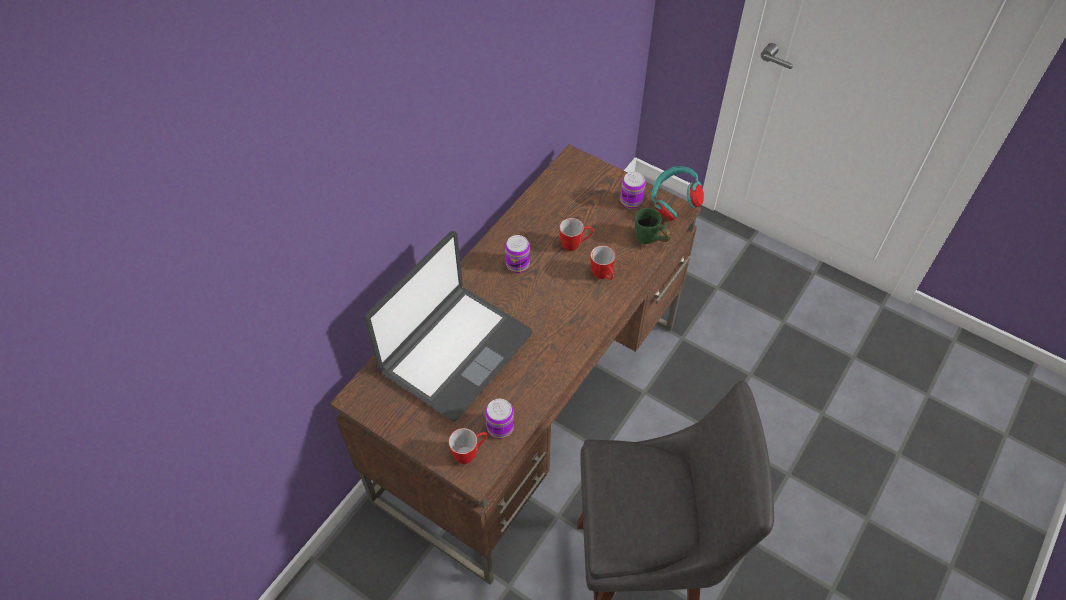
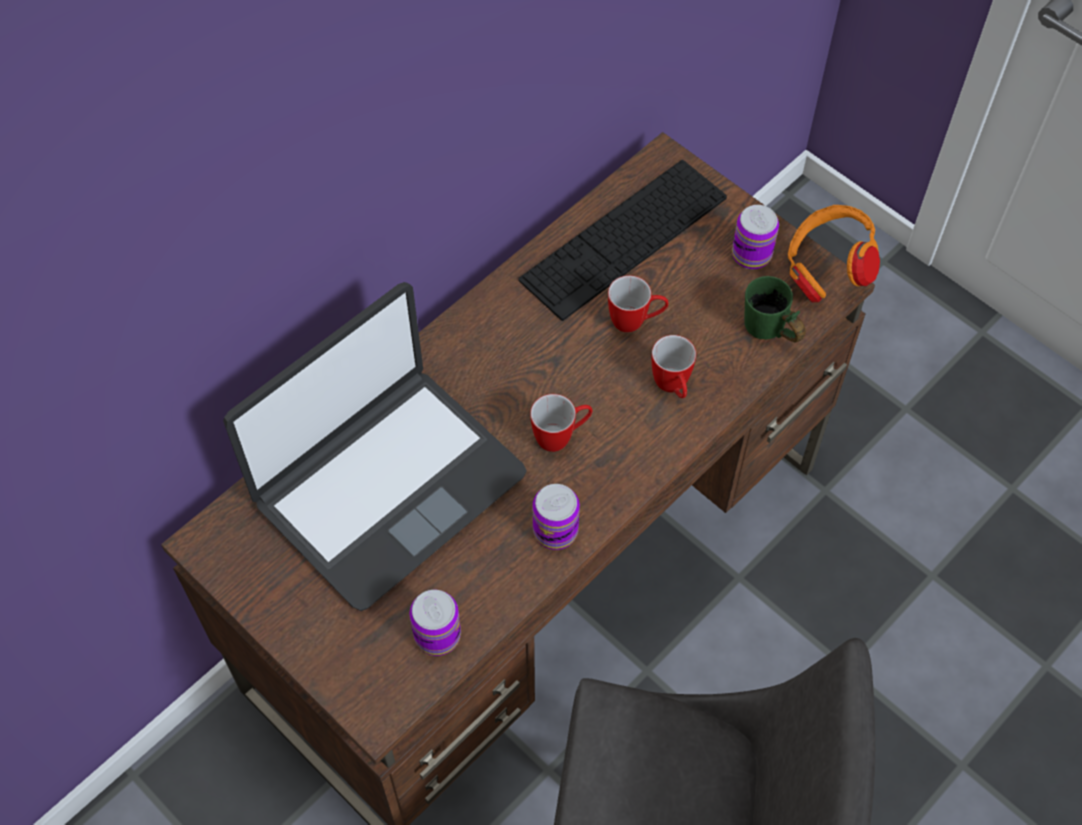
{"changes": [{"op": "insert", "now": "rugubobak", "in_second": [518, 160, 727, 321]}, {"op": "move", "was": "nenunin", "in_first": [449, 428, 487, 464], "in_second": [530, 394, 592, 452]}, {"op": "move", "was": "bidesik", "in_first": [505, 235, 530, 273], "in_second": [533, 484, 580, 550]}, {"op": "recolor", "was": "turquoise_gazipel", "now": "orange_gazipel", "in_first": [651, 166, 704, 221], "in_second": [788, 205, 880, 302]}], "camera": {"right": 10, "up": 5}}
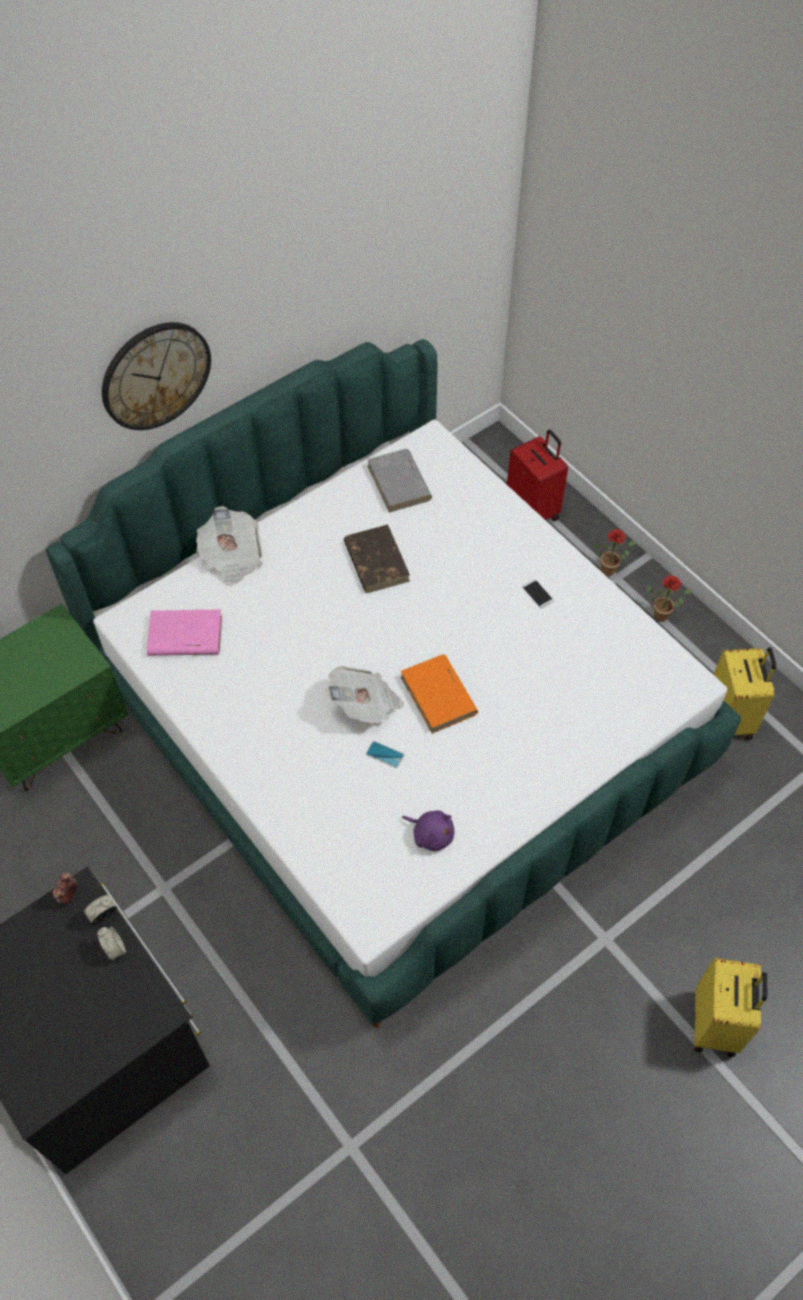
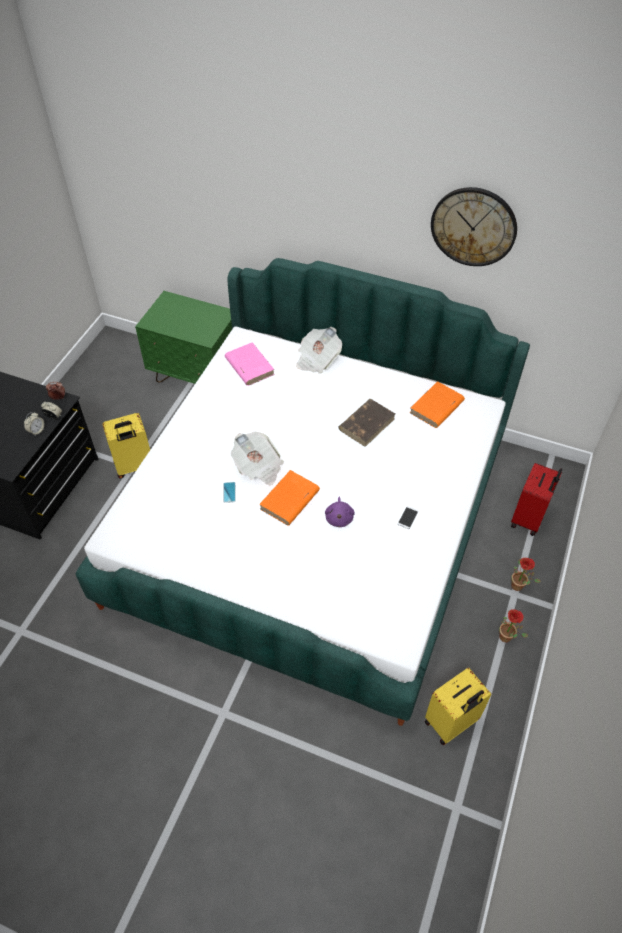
{"changes": [{"op": "move", "was": "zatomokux", "in_first": [102, 322, 211, 430], "in_second": [431, 187, 517, 266]}, {"op": "move", "was": "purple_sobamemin", "in_first": [402, 810, 454, 851], "in_second": [325, 497, 355, 527]}, {"op": "move", "was": "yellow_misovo", "in_first": [694, 958, 767, 1057], "in_second": [102, 413, 150, 478]}, {"op": "recolor", "was": "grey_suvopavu", "now": "orange_suvopavu", "in_first": [367, 449, 432, 513], "in_second": [410, 381, 465, 428]}], "camera": {"right": 60, "up": -5}}
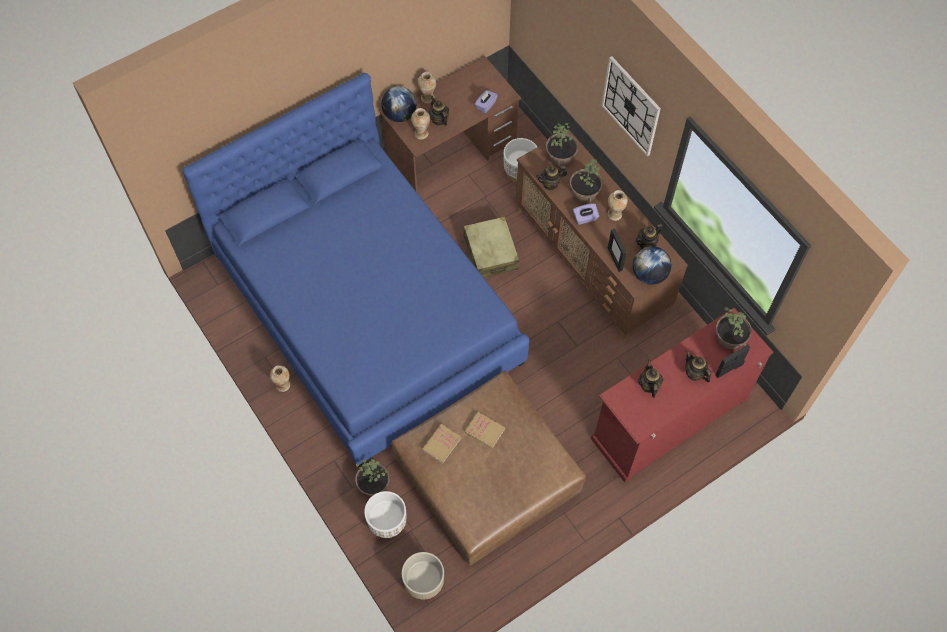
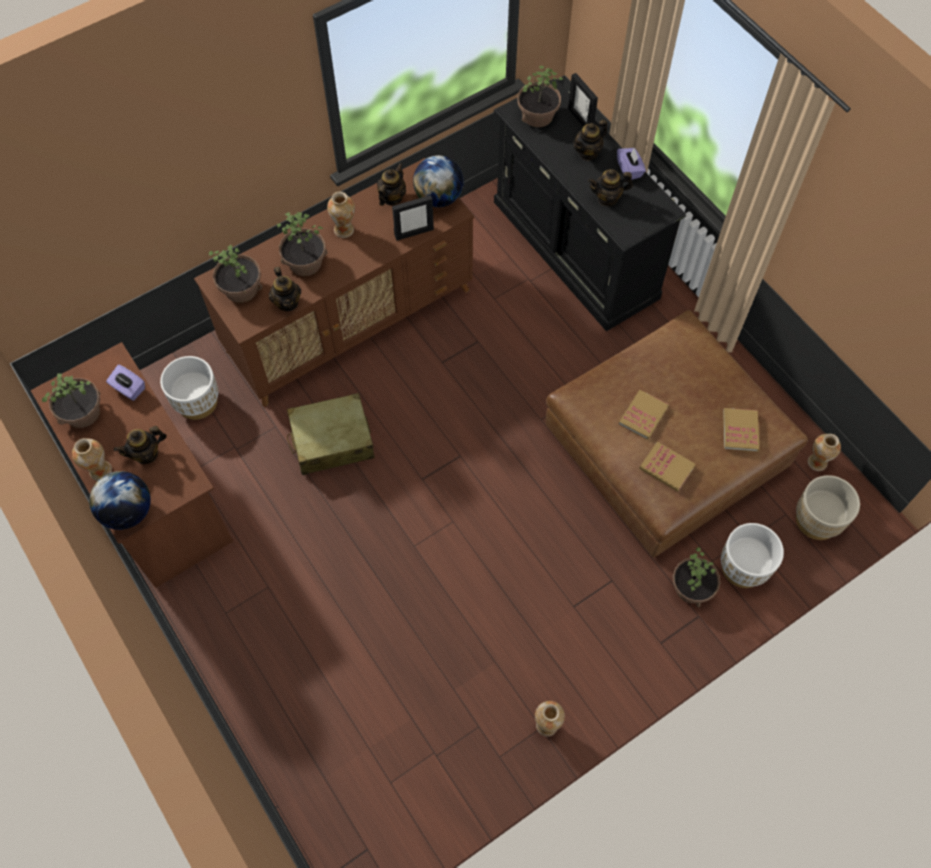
{"changes": [{"op": "delete", "was": "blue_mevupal", "in_first": [182, 73, 529, 467]}, {"op": "delete", "was": "zatomokux", "in_first": [601, 56, 661, 156]}, {"op": "insert", "now": "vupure", "in_second": [42, 373, 100, 428]}, {"op": "insert", "now": "suvopavu", "in_second": [723, 408, 759, 452]}, {"op": "move", "was": "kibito", "in_first": [411, 108, 430, 140], "in_second": [808, 434, 841, 471]}, {"op": "move", "was": "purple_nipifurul", "in_first": [573, 203, 599, 225], "in_second": [617, 148, 646, 180]}, {"op": "recolor", "was": "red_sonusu", "now": "black_sonusu", "in_first": [591, 308, 774, 483], "in_second": [494, 79, 686, 332]}, {"op": "rotate", "was": "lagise", "in_first": [635, 223, 663, 249], "in_second": [377, 163, 406, 206], "clockwise": -120}], "camera": {"right": -90, "up": 0}}
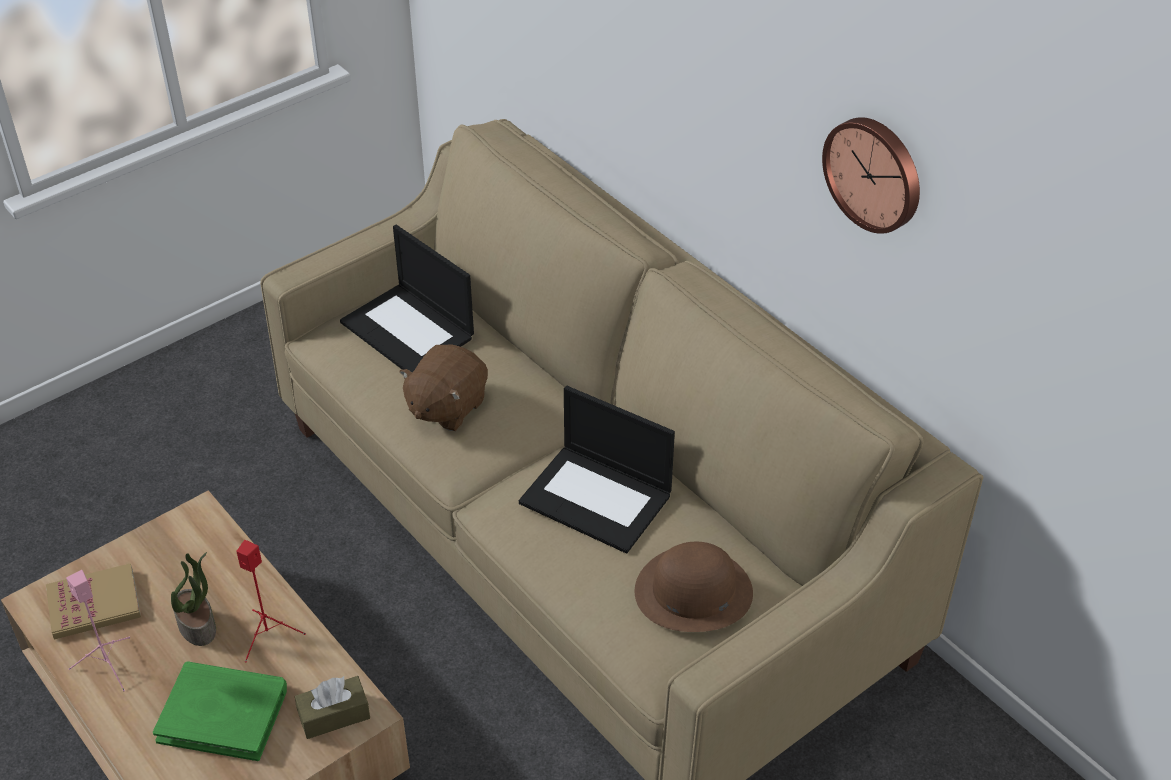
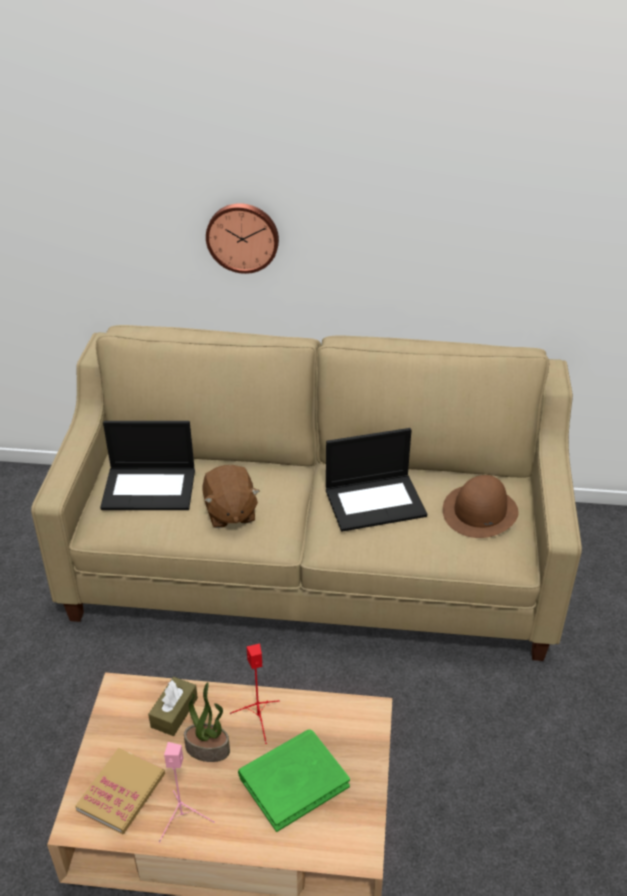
{"changes": [{"op": "move", "was": "brown_nipifurul", "in_first": [295, 676, 370, 739], "in_second": [148, 677, 198, 736]}, {"op": "move", "was": "zatomokux", "in_first": [822, 117, 920, 234], "in_second": [206, 203, 279, 274]}], "camera": {"right": -45, "up": -5}}
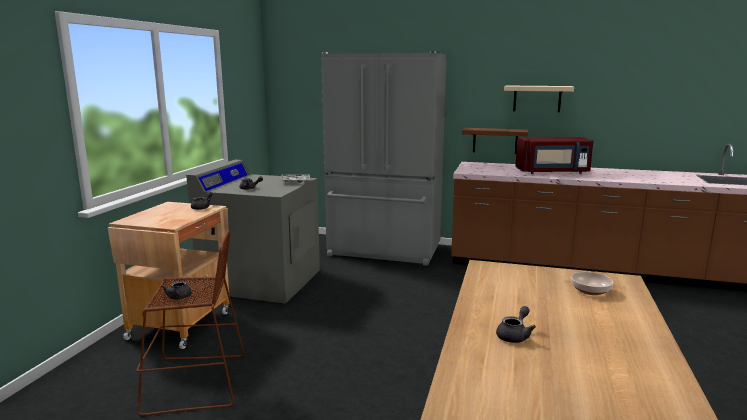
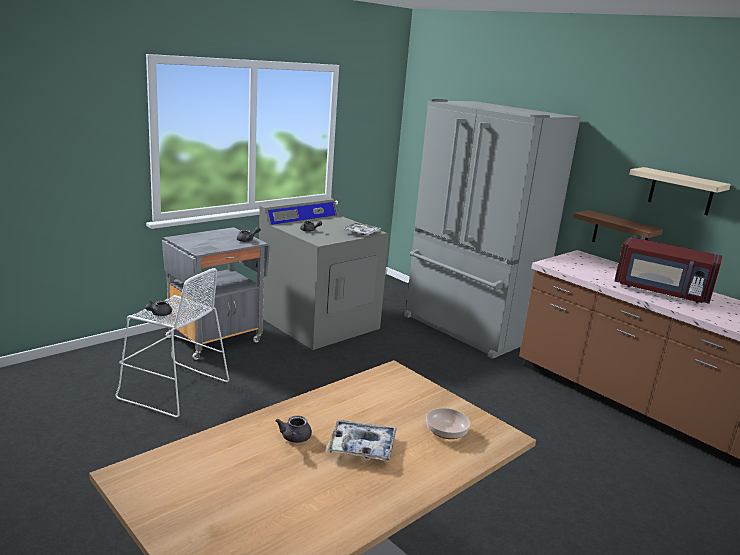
{"changes": [{"op": "insert", "now": "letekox", "in_second": [325, 420, 397, 462]}, {"op": "recolor", "was": "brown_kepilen", "now": "grey_kepilen", "in_first": [108, 202, 230, 349], "in_second": [162, 227, 270, 360]}, {"op": "recolor", "was": "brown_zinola", "now": "white_zinola", "in_first": [137, 230, 244, 416], "in_second": [115, 268, 229, 417]}, {"op": "rotate", "was": "grey_lagise", "in_first": [496, 306, 536, 343], "in_second": [275, 416, 312, 443], "clockwise": 120}], "camera": {"right": 30, "up": 5}}
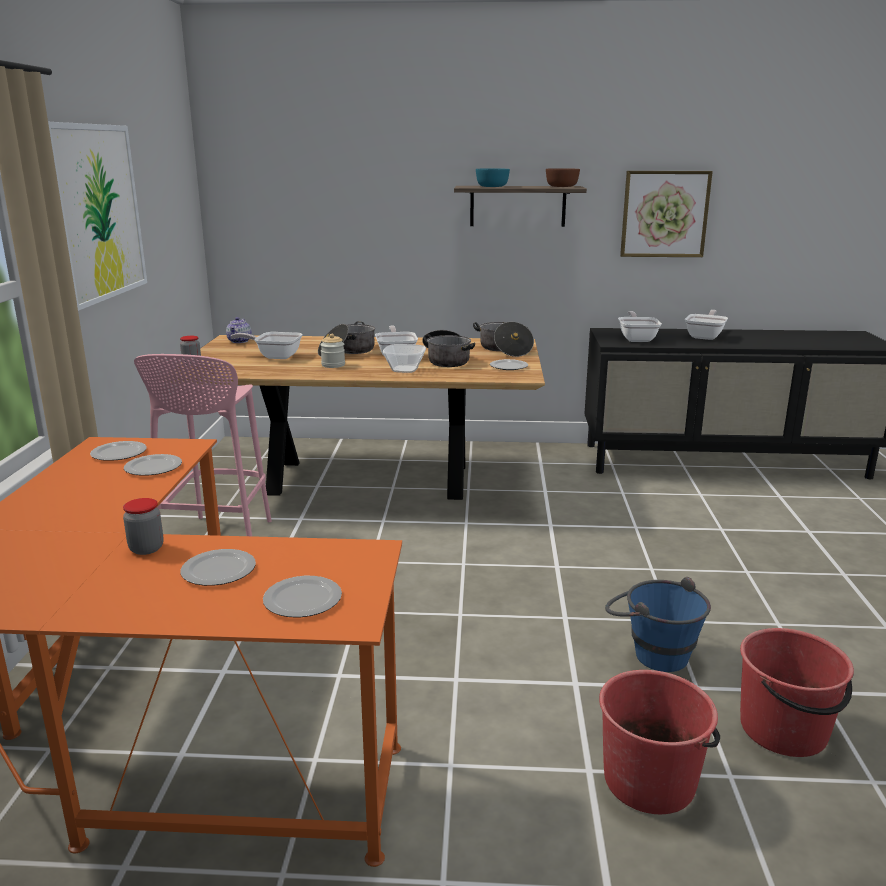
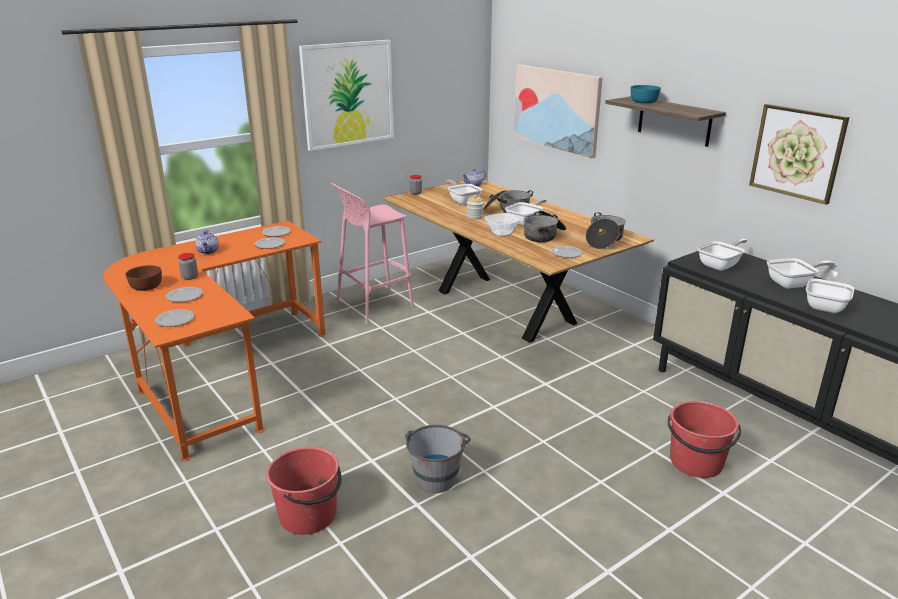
{"changes": [{"op": "insert", "now": "lagise", "in_second": [195, 230, 219, 254]}, {"op": "insert", "now": "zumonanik", "in_second": [513, 64, 603, 158]}, {"op": "insert", "now": "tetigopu", "in_second": [806, 271, 854, 313]}, {"op": "move", "was": "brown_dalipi", "in_first": [546, 168, 580, 187], "in_second": [126, 265, 162, 291]}, {"op": "move", "was": "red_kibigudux", "in_first": [740, 628, 854, 757], "in_second": [668, 401, 741, 478]}, {"op": "recolor", "was": "blue_kibigudux", "now": "grey_kibigudux", "in_first": [605, 577, 711, 672], "in_second": [405, 425, 471, 493]}], "camera": {"right": 50, "up": 5}}
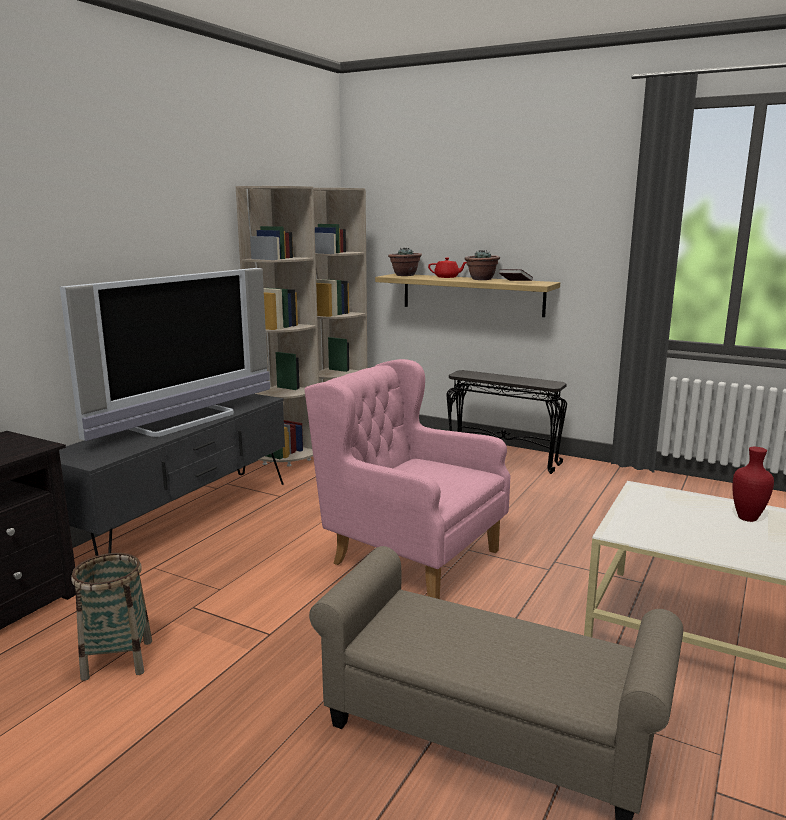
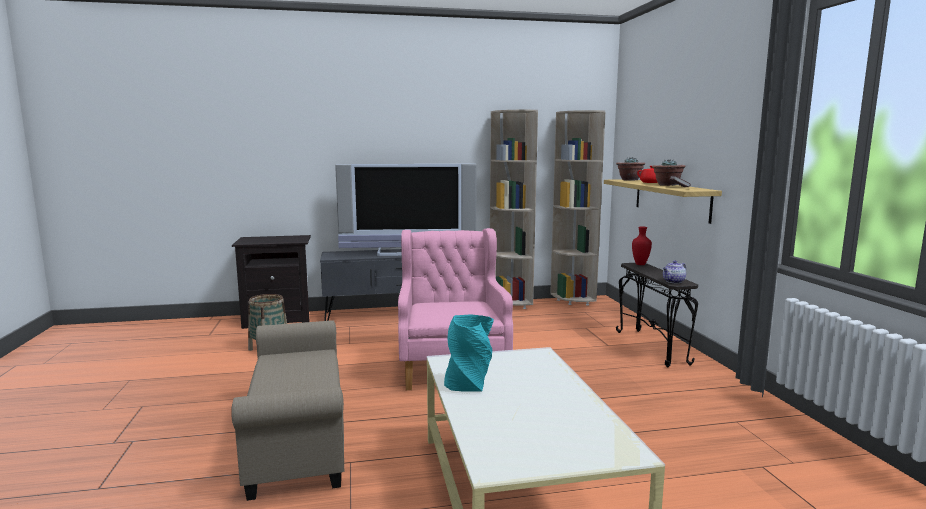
{"changes": [{"op": "insert", "now": "turquoise_kibito", "in_second": [444, 314, 494, 392]}, {"op": "insert", "now": "lagise", "in_second": [663, 261, 686, 283]}, {"op": "move", "was": "red_kibito", "in_first": [733, 447, 774, 522], "in_second": [632, 226, 652, 265]}], "camera": {"right": 50, "up": -5}}
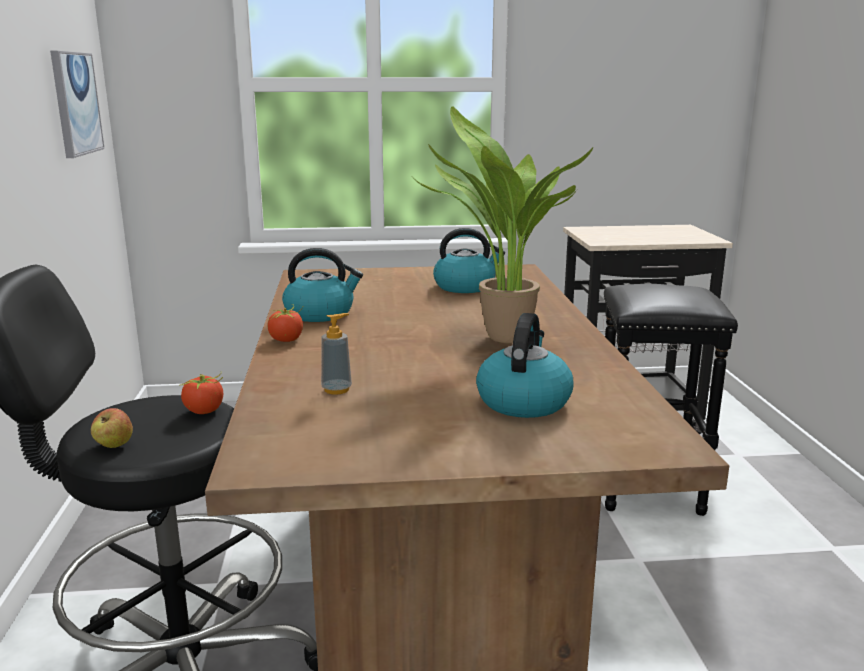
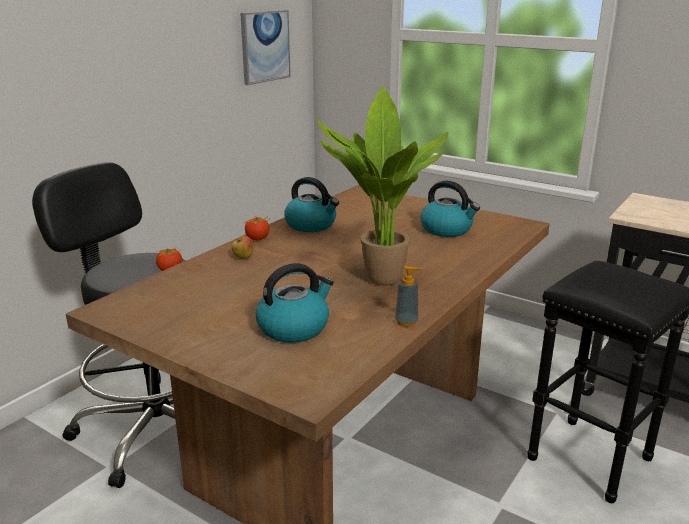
{"changes": [{"op": "move", "was": "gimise", "in_first": [91, 408, 133, 448], "in_second": [232, 236, 254, 259]}, {"op": "move", "was": "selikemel", "in_first": [321, 313, 352, 395], "in_second": [395, 266, 421, 327]}], "camera": {"right": 40, "up": 5}}
